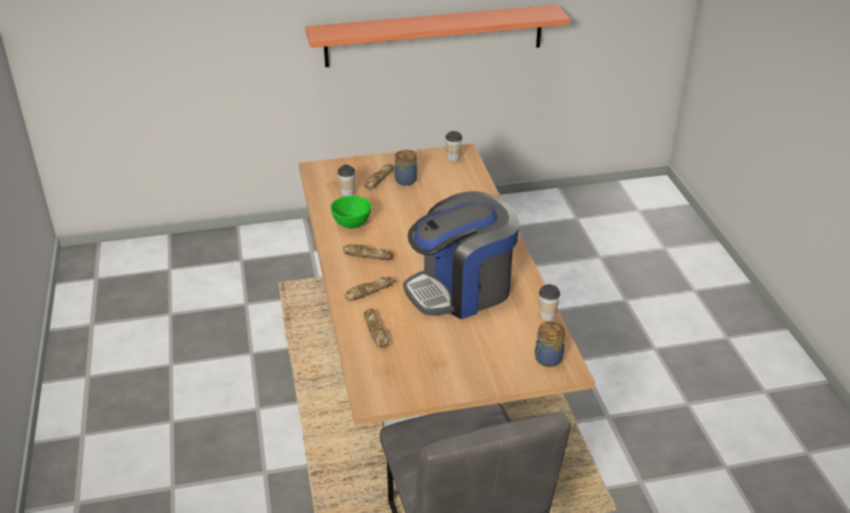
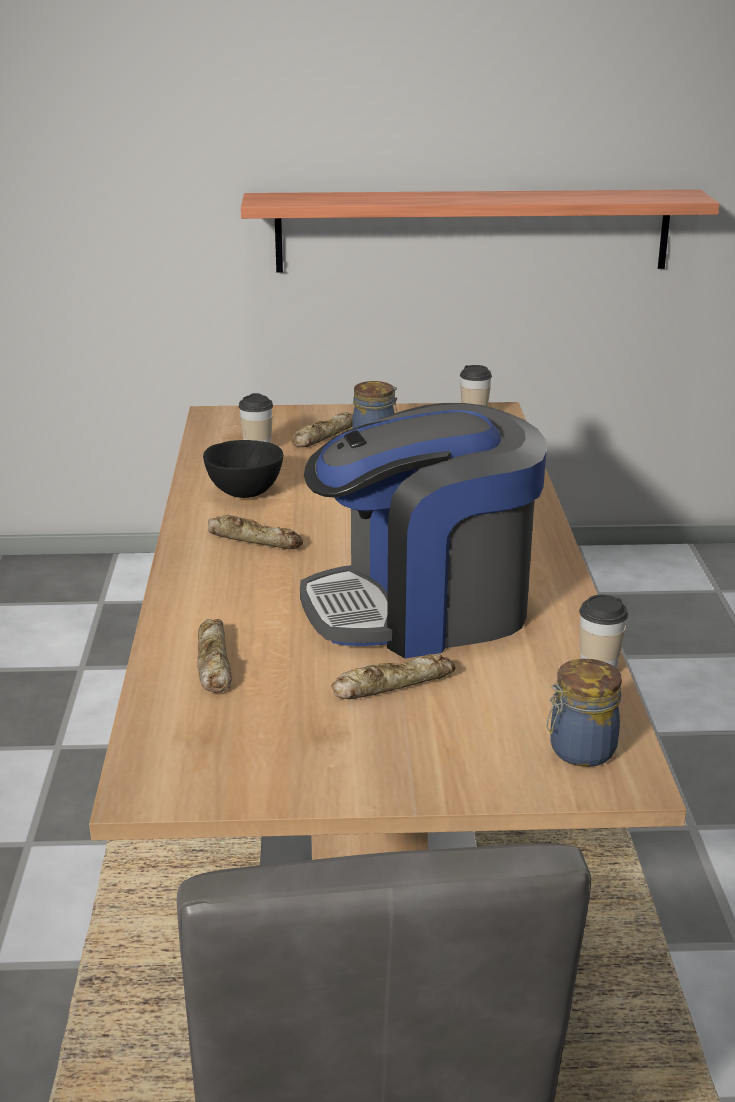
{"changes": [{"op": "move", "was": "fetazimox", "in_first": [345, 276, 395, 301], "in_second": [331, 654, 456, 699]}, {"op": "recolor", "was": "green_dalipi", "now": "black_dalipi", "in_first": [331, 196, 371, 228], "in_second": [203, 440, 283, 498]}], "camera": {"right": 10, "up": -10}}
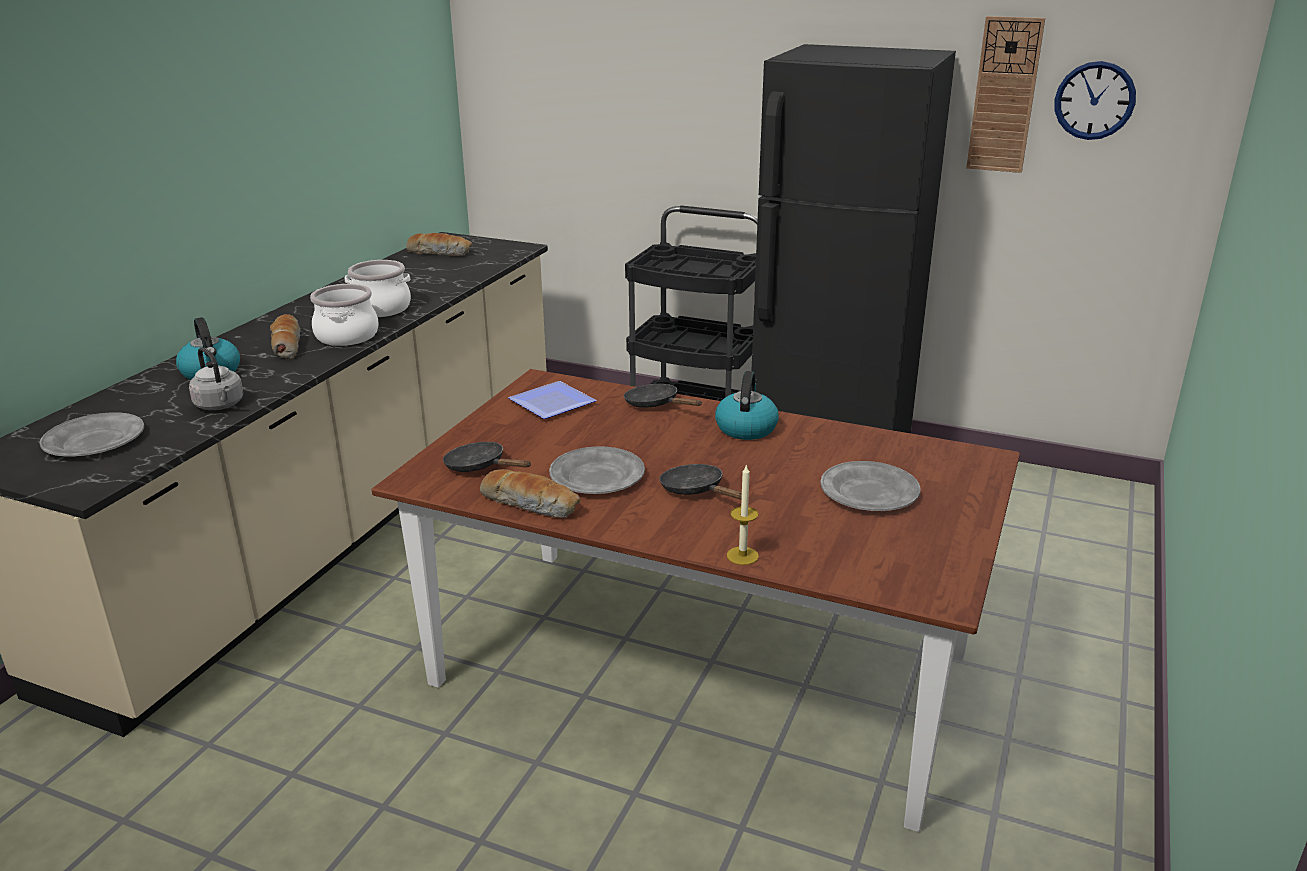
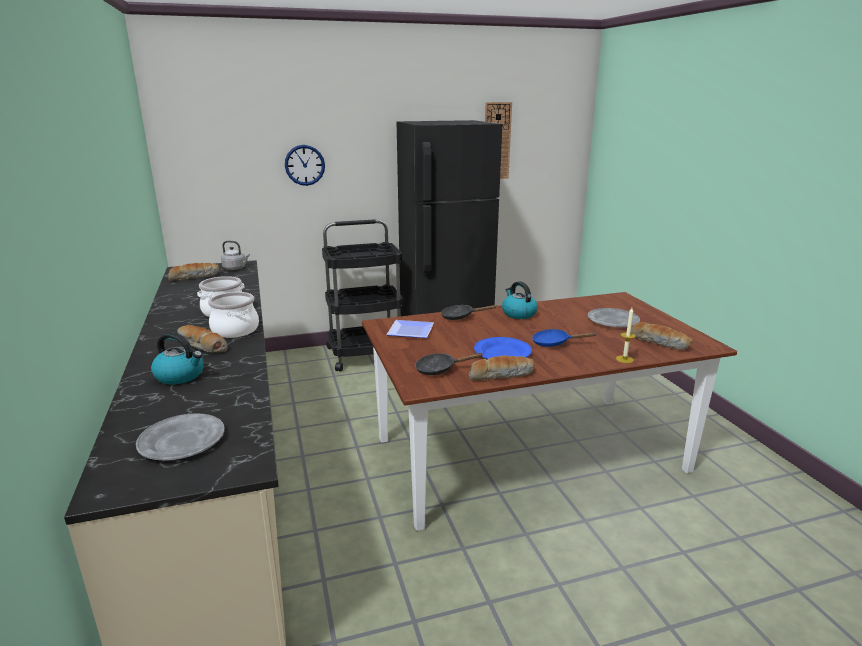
{"changes": [{"op": "insert", "now": "fetazimox", "in_second": [631, 322, 693, 350]}, {"op": "move", "was": "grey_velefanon", "in_first": [189, 347, 243, 410], "in_second": [221, 241, 250, 270]}, {"op": "move", "was": "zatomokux", "in_first": [1055, 61, 1136, 140], "in_second": [285, 145, 325, 186]}, {"op": "recolor", "was": "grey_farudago", "now": "blue_farudago", "in_first": [549, 446, 645, 494], "in_second": [474, 337, 532, 359]}, {"op": "recolor", "was": "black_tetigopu", "now": "blue_tetigopu", "in_first": [660, 464, 742, 500], "in_second": [532, 329, 596, 347]}], "camera": {"right": -40, "up": -5}}
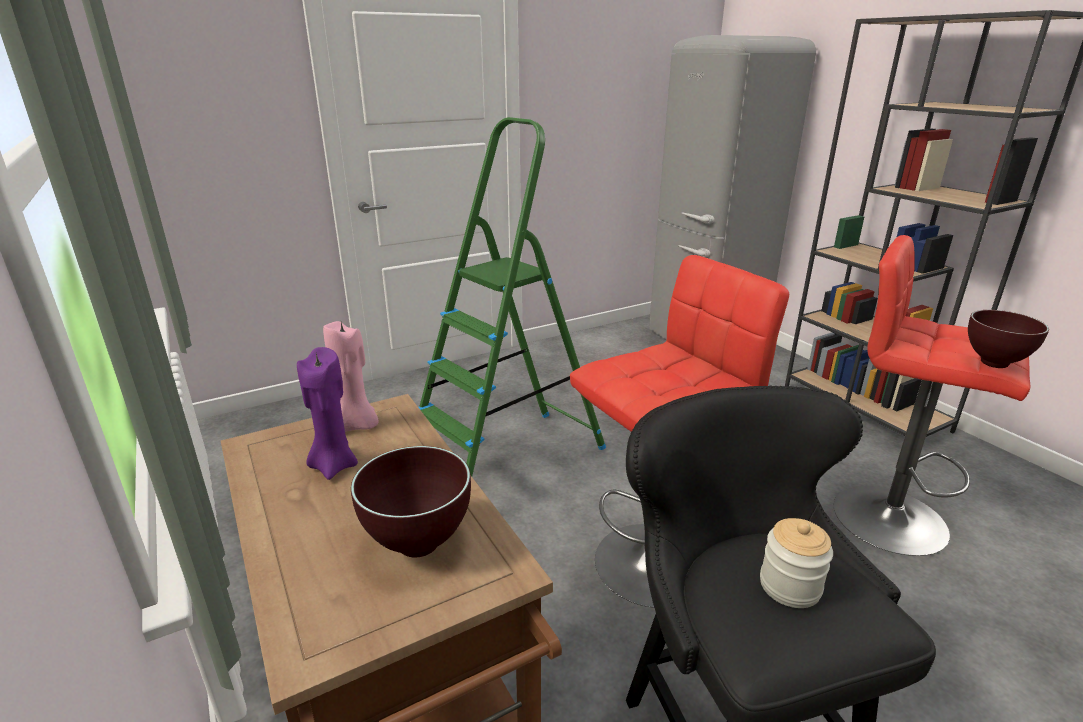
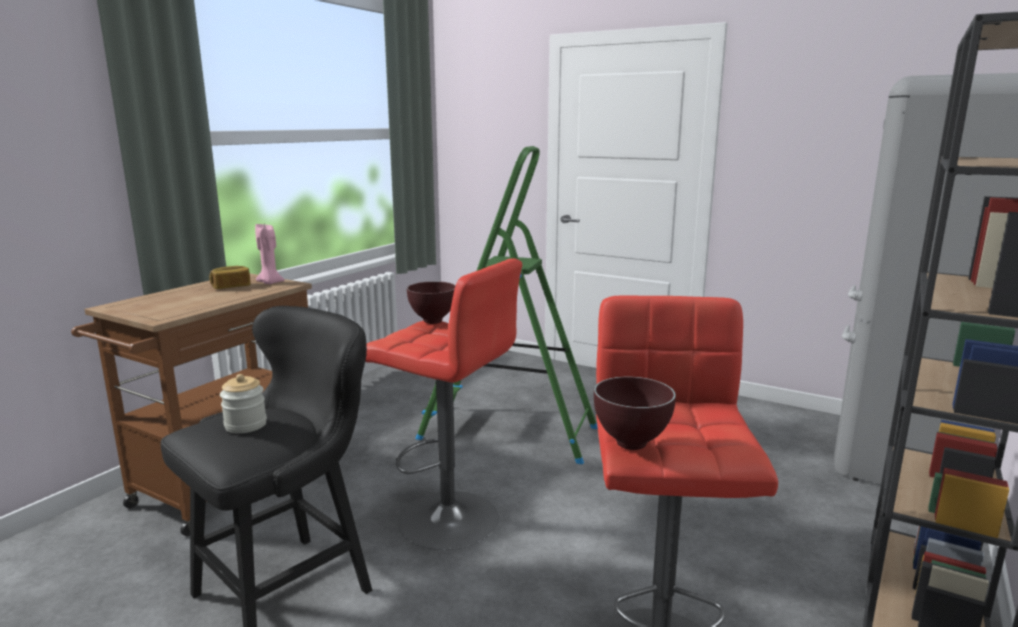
{"changes": [{"op": "move", "was": "brown_dalipi", "in_first": [351, 446, 471, 557], "in_second": [407, 281, 456, 324]}, {"op": "replace", "was": "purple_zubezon", "now": "fetazimox", "in_first": [297, 347, 358, 480], "in_second": [209, 266, 251, 289]}], "camera": {"right": 60, "up": -10}}
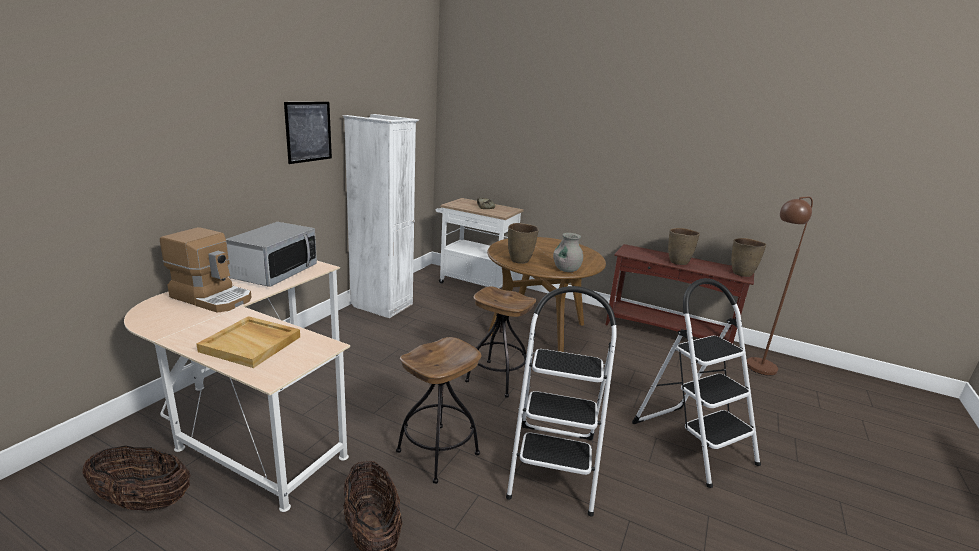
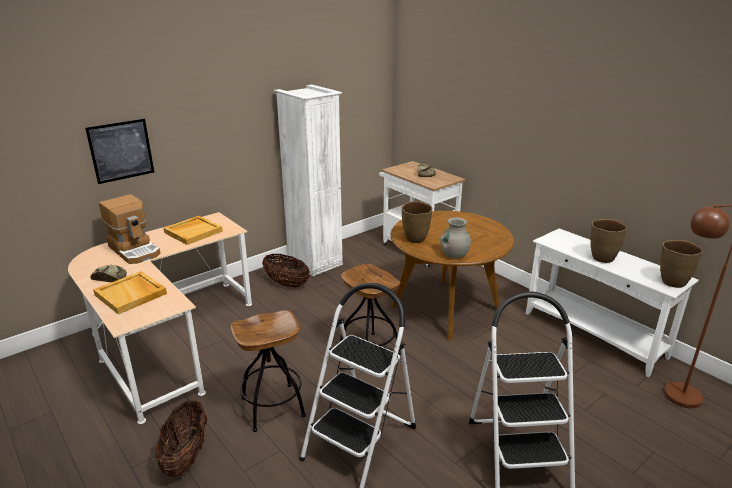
{"changes": [{"op": "insert", "now": "fetazimox", "in_second": [90, 265, 127, 282]}, {"op": "move", "was": "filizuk", "in_first": [83, 446, 191, 511], "in_second": [262, 254, 310, 287]}, {"op": "move", "was": "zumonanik", "in_first": [284, 102, 332, 164], "in_second": [85, 119, 154, 184]}, {"op": "replace", "was": "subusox", "now": "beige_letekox", "in_first": [226, 222, 317, 287], "in_second": [164, 216, 223, 245]}, {"op": "recolor", "was": "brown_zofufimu", "now": "white_zofufimu", "in_first": [606, 244, 754, 344], "in_second": [526, 228, 699, 377]}], "camera": {"right": 25, "up": 5}}
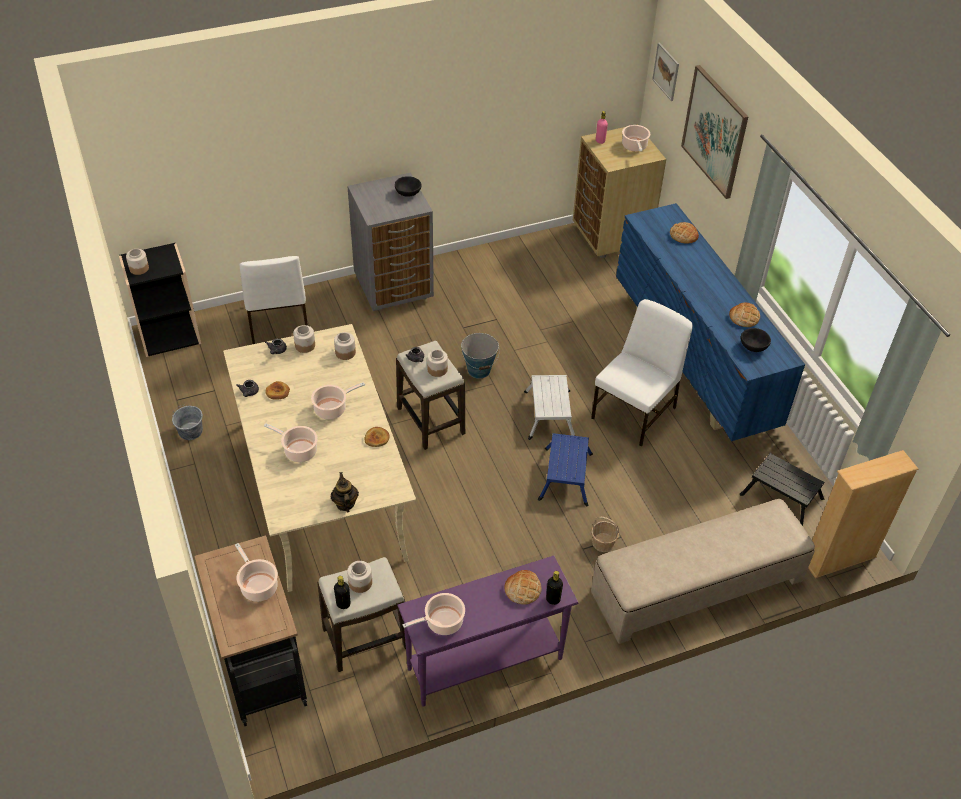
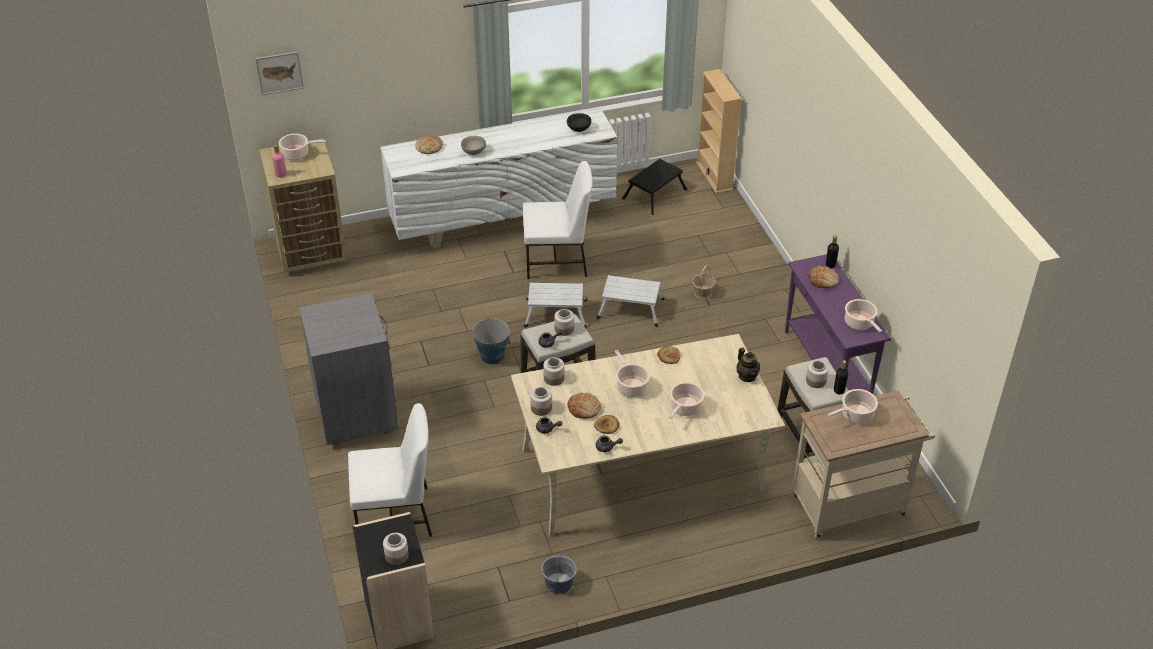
{"changes": [{"op": "delete", "was": "black_dalipi", "in_first": [395, 176, 422, 197]}, {"op": "delete", "was": "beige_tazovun", "in_first": [591, 499, 815, 644]}, {"op": "delete", "was": "zumonanik", "in_first": [681, 65, 748, 199]}, {"op": "insert", "now": "beige_dalipi", "in_second": [461, 136, 486, 155]}, {"op": "move", "was": "fetazimox", "in_first": [729, 303, 760, 327], "in_second": [567, 393, 601, 419]}, {"op": "recolor", "was": "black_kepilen", "now": "beige_kepilen", "in_first": [195, 535, 307, 726], "in_second": [792, 391, 935, 540]}, {"op": "recolor", "was": "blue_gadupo", "now": "white_gadupo", "in_first": [538, 433, 593, 506], "in_second": [596, 275, 665, 327]}, {"op": "recolor", "was": "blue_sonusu", "now": "white_sonusu", "in_first": [616, 203, 805, 441], "in_second": [380, 108, 618, 249]}, {"op": "rotate", "was": "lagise", "in_first": [331, 472, 359, 512], "in_second": [737, 347, 760, 382], "clockwise": -105}, {"op": "rotate", "was": "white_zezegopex", "in_first": [591, 299, 693, 446], "in_second": [523, 161, 593, 279], "clockwise": 135}], "camera": {"right": -85, "up": -5}}
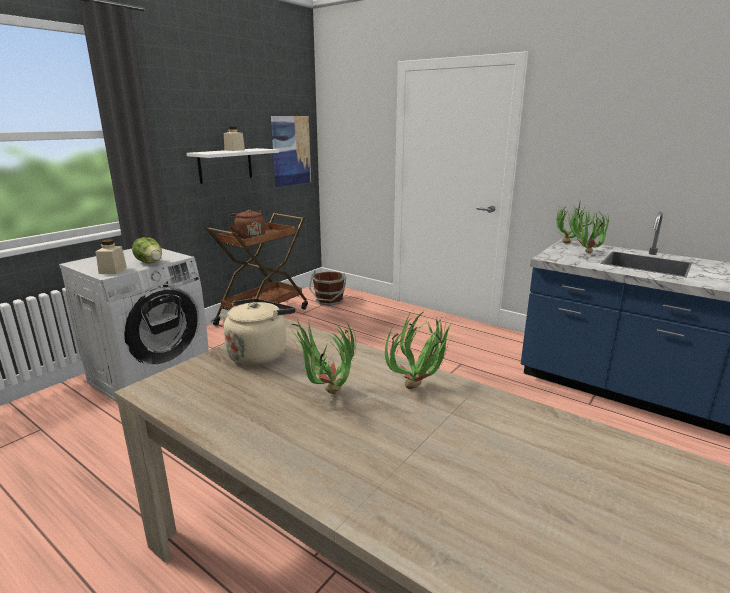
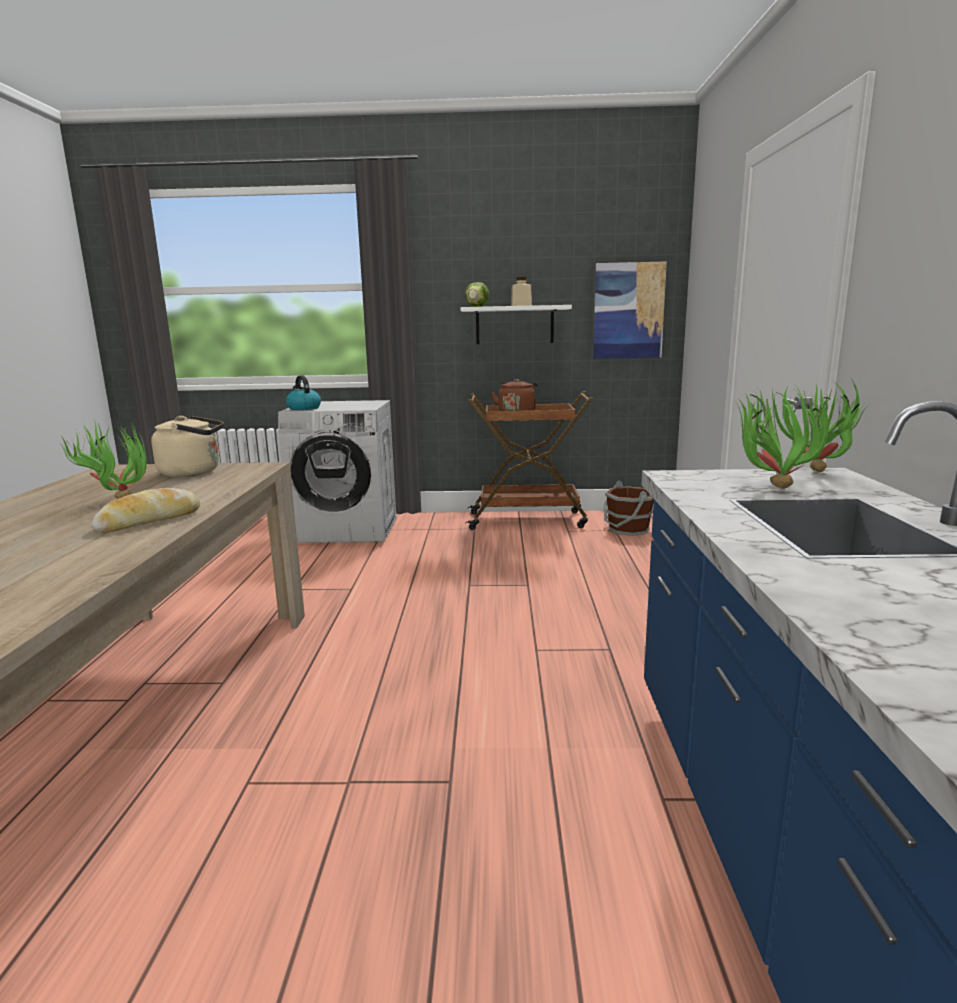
{"changes": [{"op": "move", "was": "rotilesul", "in_first": [132, 237, 162, 264], "in_second": [465, 282, 489, 307]}, {"op": "replace", "was": "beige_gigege", "now": "velefanon", "in_first": [95, 239, 127, 274], "in_second": [286, 376, 321, 410]}, {"op": "replace", "was": "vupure", "now": "fetazimox", "in_first": [385, 311, 458, 389], "in_second": [92, 488, 200, 533]}], "camera": {"right": 55, "up": -5}}
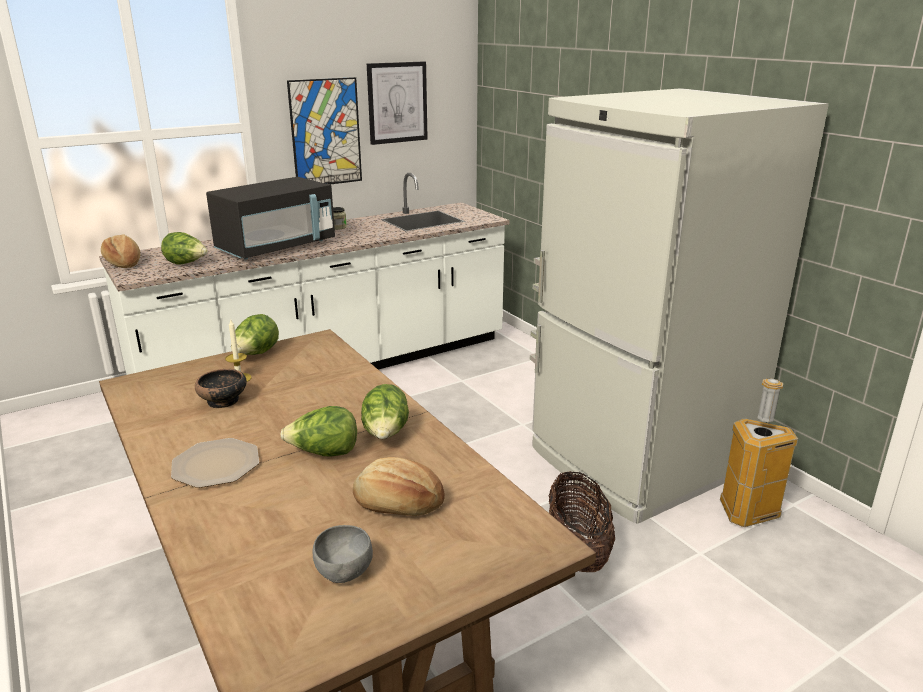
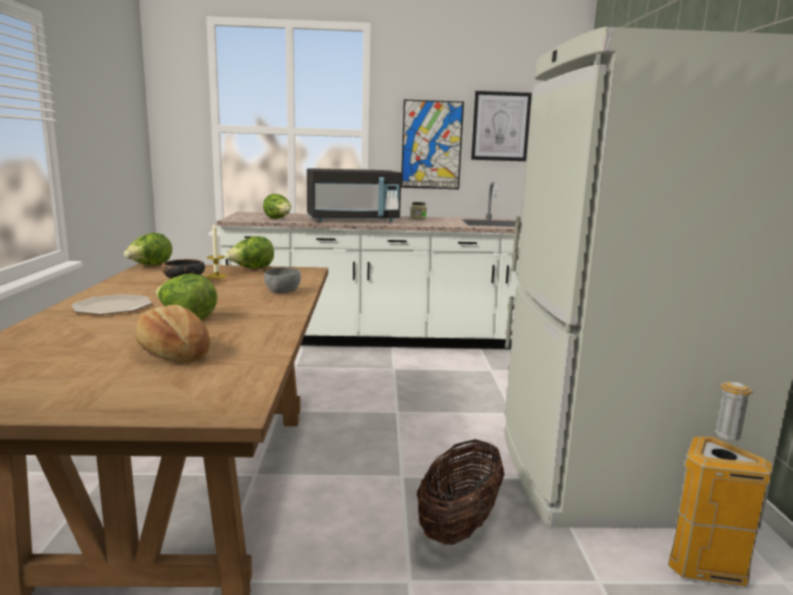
{"changes": [{"op": "delete", "was": "fetazimox", "in_first": [101, 235, 141, 268]}, {"op": "move", "was": "grey_dalipi", "in_first": [313, 525, 373, 583], "in_second": [264, 267, 301, 293]}, {"op": "move", "was": "rotilesul", "in_first": [361, 384, 409, 439], "in_second": [124, 233, 172, 266]}], "camera": {"right": 30, "up": -10}}
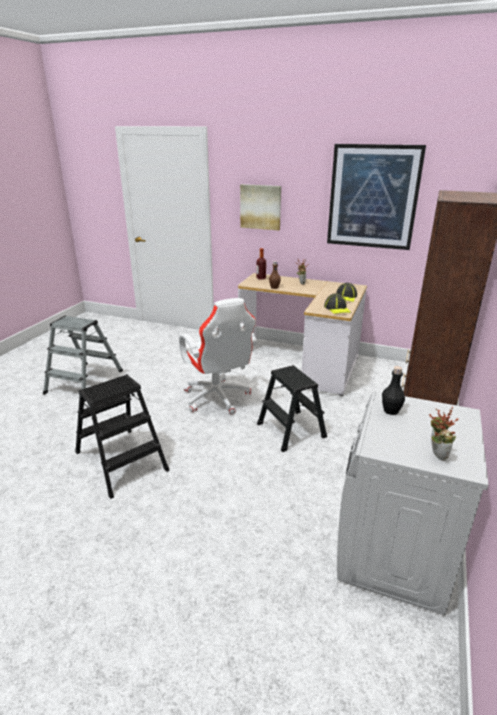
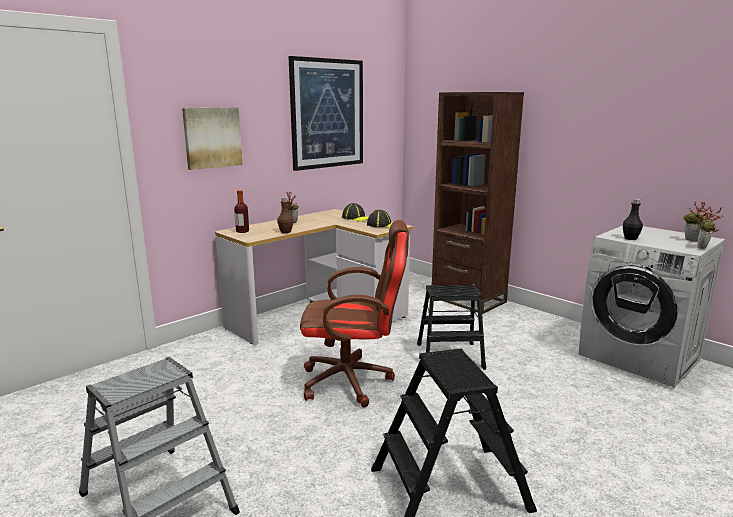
{"changes": [{"op": "insert", "now": "vupure", "in_second": [698, 207, 723, 249]}, {"op": "recolor", "was": "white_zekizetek", "now": "brown_zekizetek", "in_first": [179, 298, 257, 414], "in_second": [300, 220, 409, 407]}], "camera": {"right": -65, "up": -10}}
